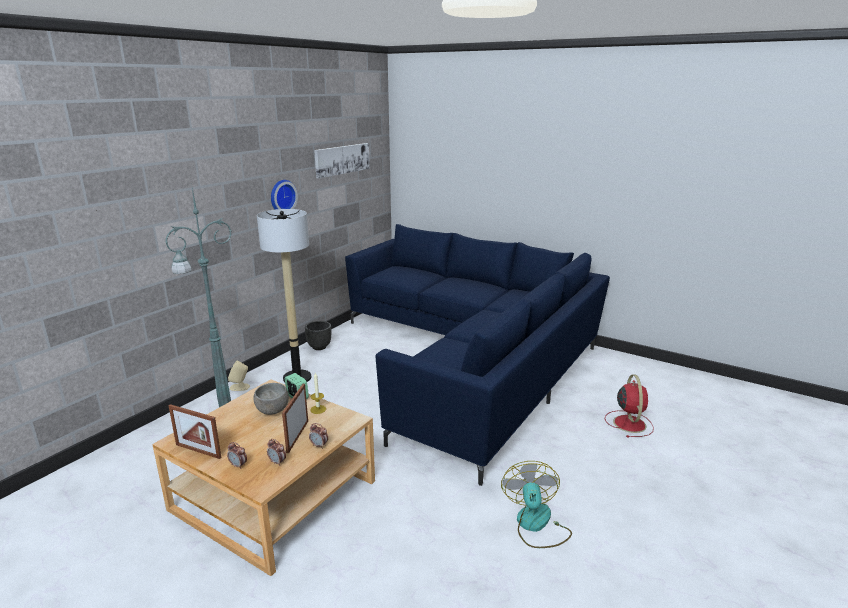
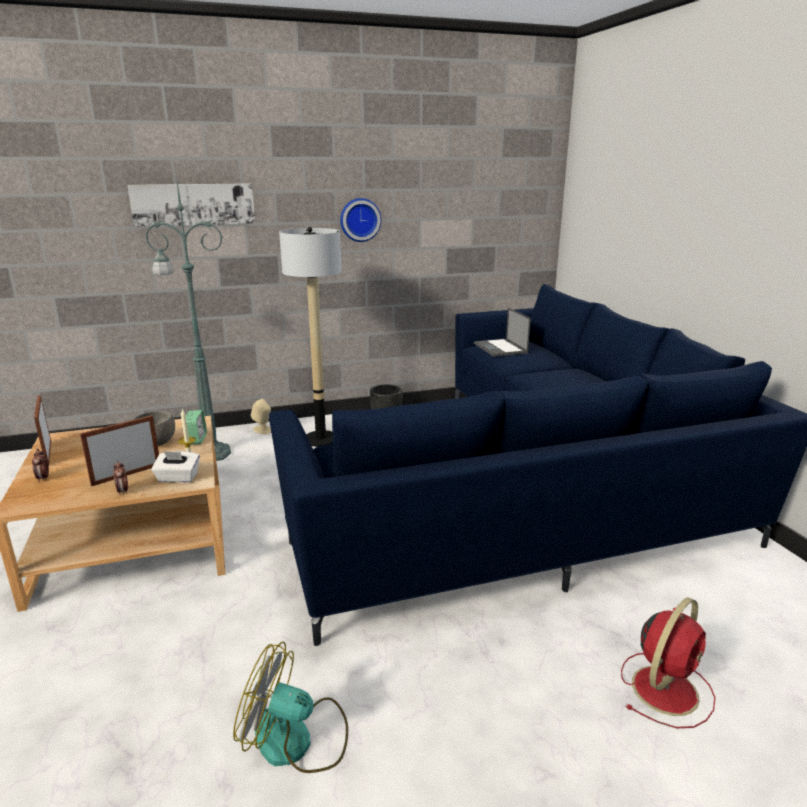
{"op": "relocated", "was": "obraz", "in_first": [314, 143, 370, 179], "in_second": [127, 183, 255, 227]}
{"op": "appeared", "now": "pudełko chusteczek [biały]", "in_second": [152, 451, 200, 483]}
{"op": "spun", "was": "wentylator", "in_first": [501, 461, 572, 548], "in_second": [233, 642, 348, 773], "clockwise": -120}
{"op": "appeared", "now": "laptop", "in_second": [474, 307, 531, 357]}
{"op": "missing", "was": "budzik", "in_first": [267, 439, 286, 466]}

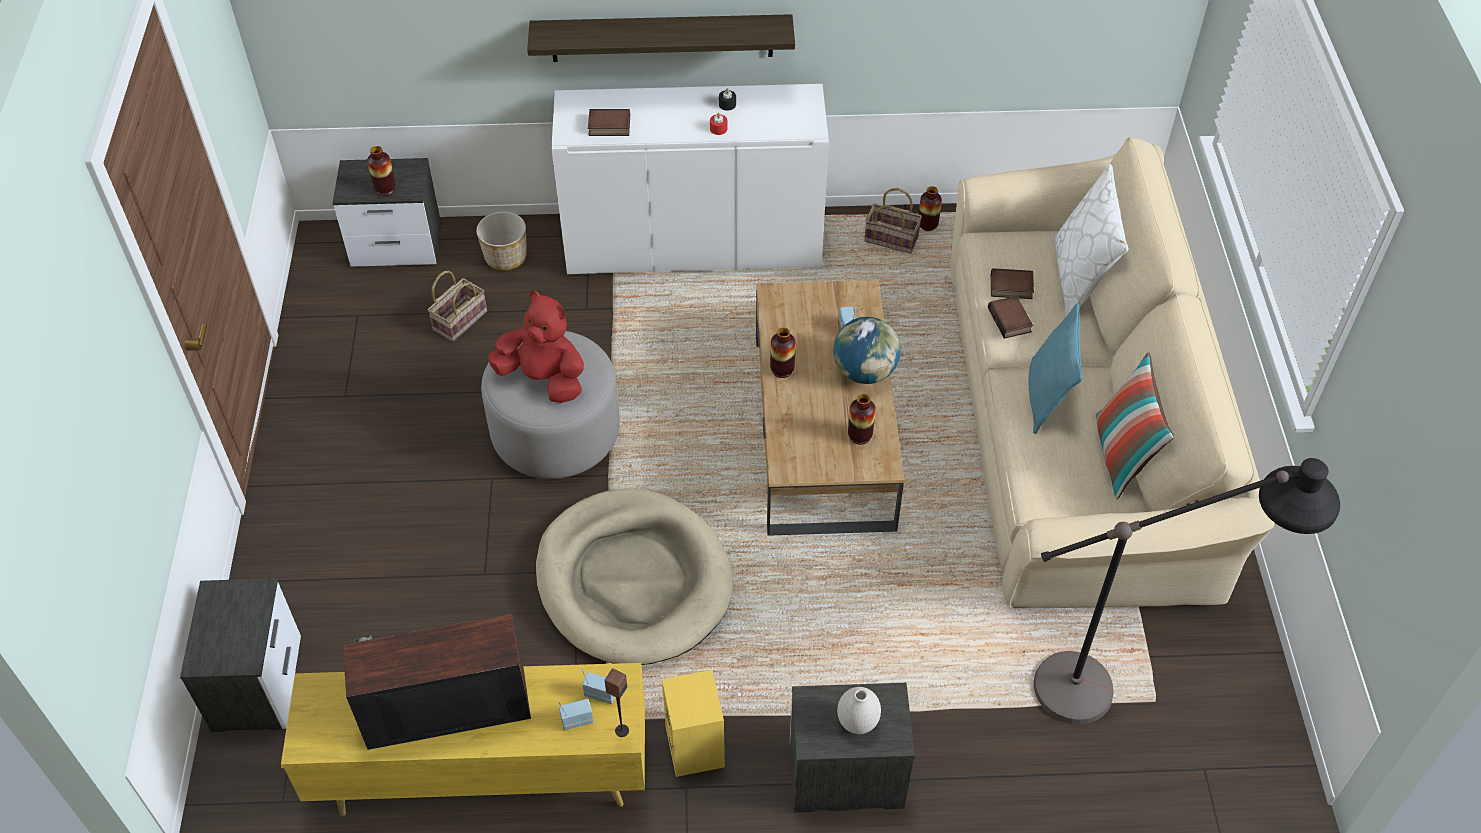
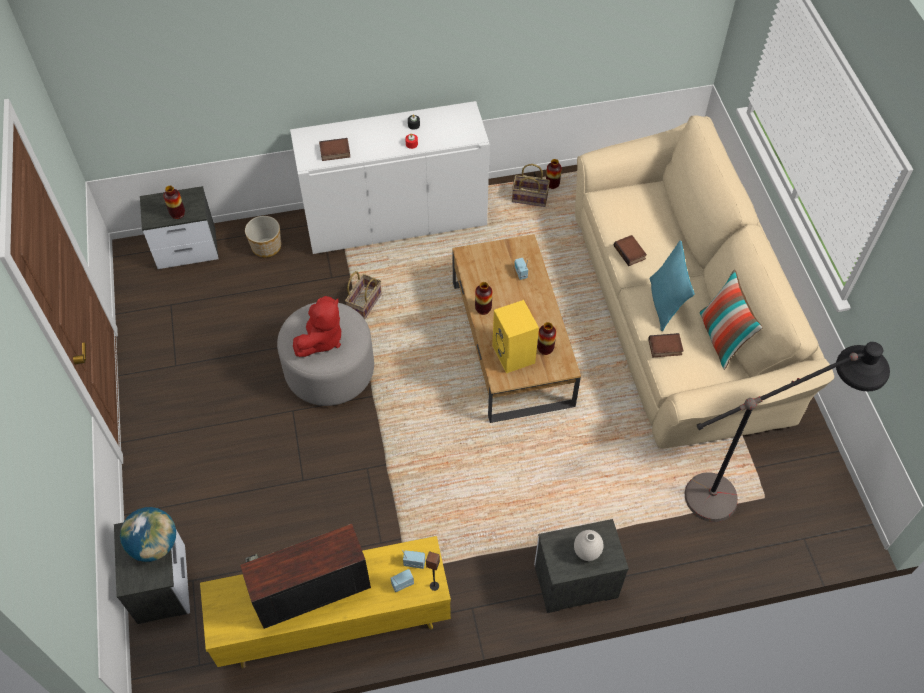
{"op": "relocated", "was": "globus", "in_first": [833, 317, 901, 384], "in_second": [120, 507, 176, 562]}
{"op": "spun", "was": "pluszak [czerwony]", "in_first": [487, 291, 584, 403], "in_second": [293, 296, 341, 357], "clockwise": 105}
{"op": "relocated", "was": "koszyk", "in_first": [427, 271, 487, 342], "in_second": [345, 271, 382, 319]}
{"op": "relocated", "was": "głośnik [żółty]", "in_first": [662, 670, 725, 777], "in_second": [492, 300, 539, 373]}
{"op": "relocated", "was": "książka", "in_first": [991, 268, 1034, 299], "in_second": [648, 333, 684, 357]}
{"op": "missing", "was": "półka", "in_first": [527, 14, 795, 62]}
{"op": "missing", "was": "legowisko [beżowy]", "in_first": [536, 488, 733, 665]}
{"op": "missing", "was": "poduszka [biały]", "in_first": [1053, 164, 1128, 316]}

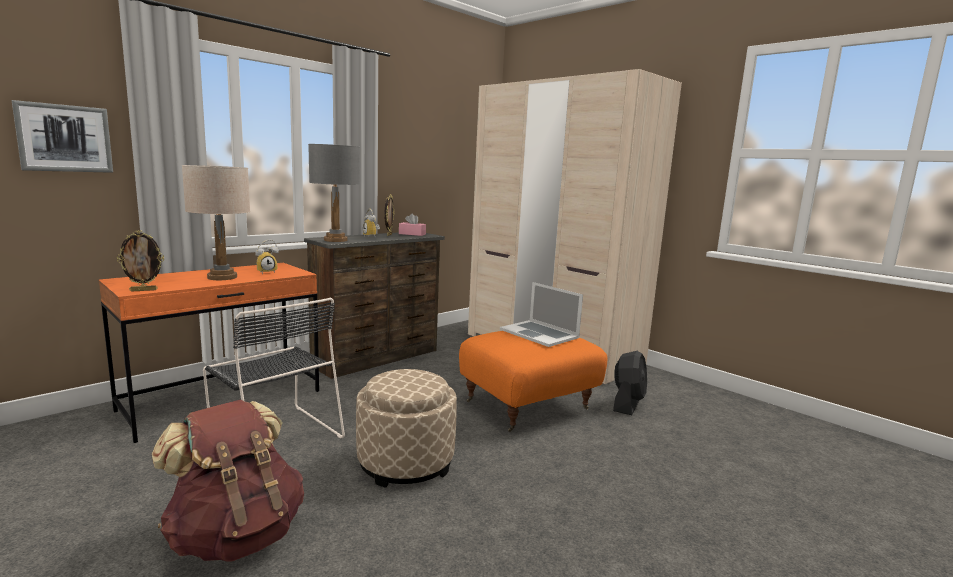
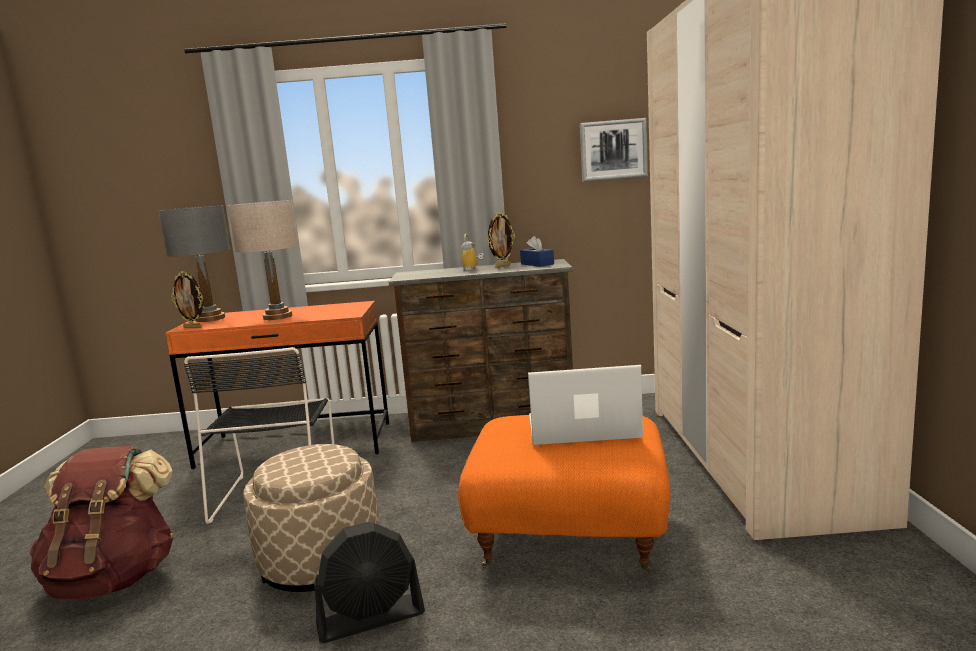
{"op": "relocated", "was": "lampa stołowa [szary]", "in_first": [308, 144, 360, 242], "in_second": [158, 205, 230, 322]}
{"op": "relocated", "was": "wentylator [czarny]", "in_first": [613, 351, 647, 415], "in_second": [314, 522, 425, 643]}
{"op": "colour", "was": "pudełko chusteczek [różowy]", "now": "pudełko chusteczek [niebieski]", "in_first": [399, 213, 426, 236], "in_second": [520, 236, 554, 267]}
{"op": "spun", "was": "laptop", "in_first": [500, 282, 583, 347], "in_second": [528, 365, 643, 445], "clockwise": 90}
{"op": "relocated", "was": "obraz", "in_first": [12, 100, 113, 173], "in_second": [580, 118, 648, 182]}
{"op": "missing", "was": "budzik", "in_first": [255, 239, 279, 274]}

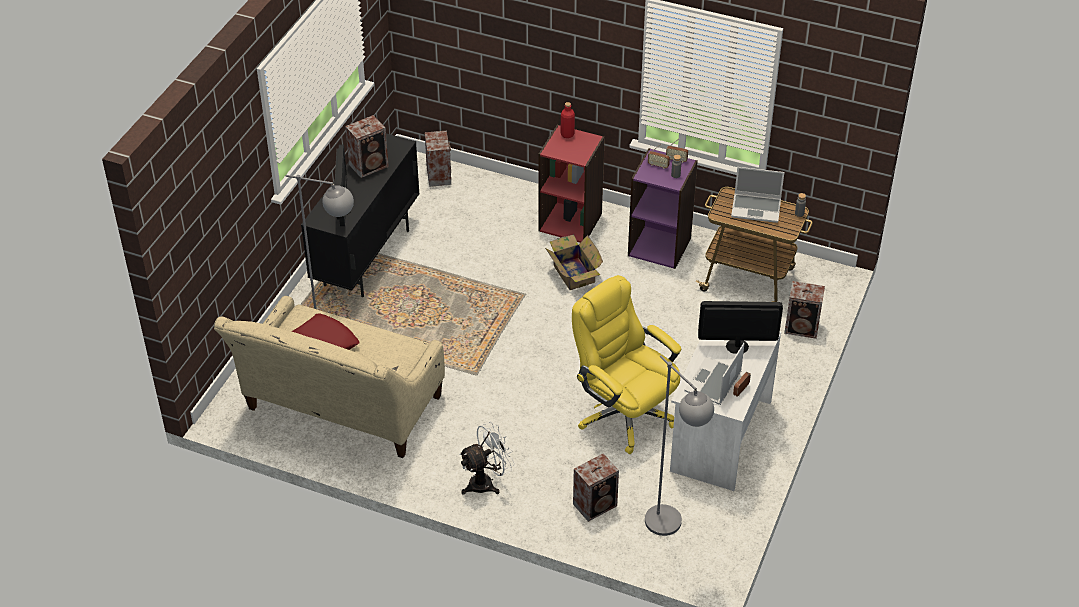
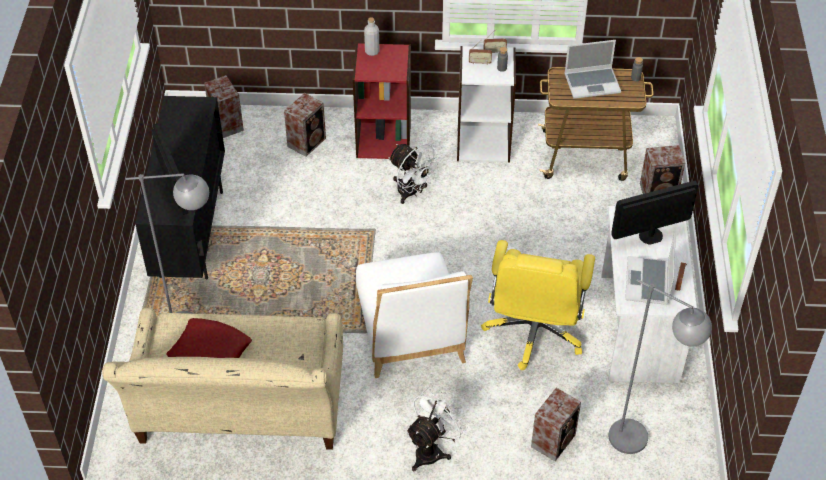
{"op": "relocated", "was": "głośnik", "in_first": [345, 115, 389, 178], "in_second": [284, 93, 326, 157]}
{"op": "appeared", "now": "krzesło [biały]", "in_second": [356, 253, 473, 378]}
{"op": "colour", "was": "butelka [czerwony]", "now": "butelka [szary]", "in_first": [561, 102, 575, 138], "in_second": [364, 17, 380, 56]}
{"op": "exchanged", "was": "karton", "now": "wentylator [biały]", "in_first": [545, 234, 603, 290], "in_second": [388, 144, 442, 204]}
{"op": "colour", "was": "regał [fioletowy]", "now": "regał [biały]", "in_first": [628, 148, 698, 269], "in_second": [457, 46, 516, 163]}
{"op": "spun", "was": "krzesło biurowe [żółty]", "in_first": [572, 275, 681, 454], "in_second": [481, 240, 595, 370], "clockwise": -105}

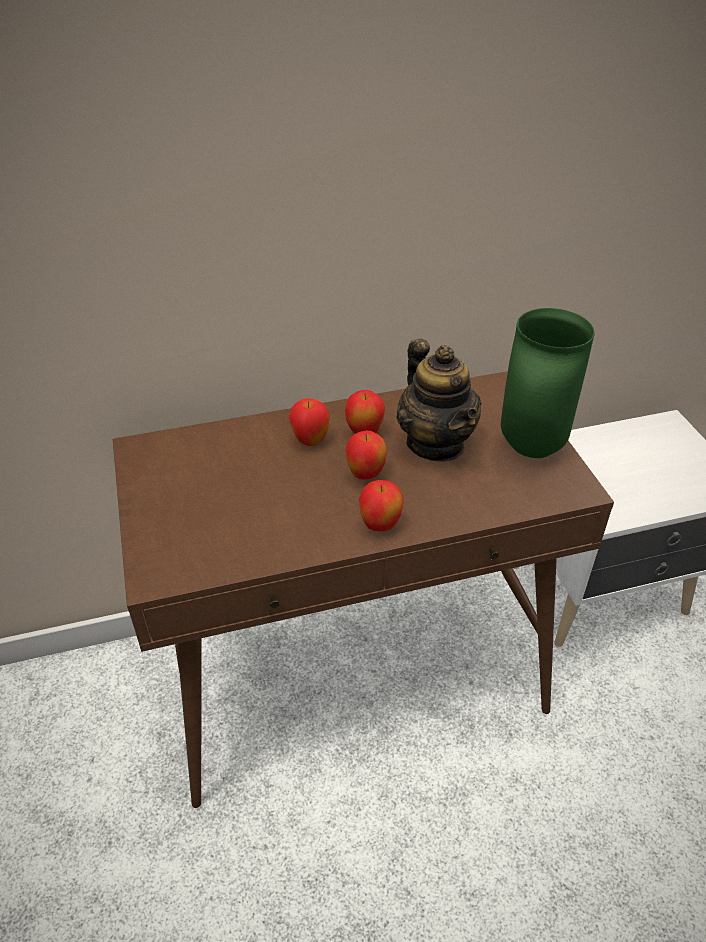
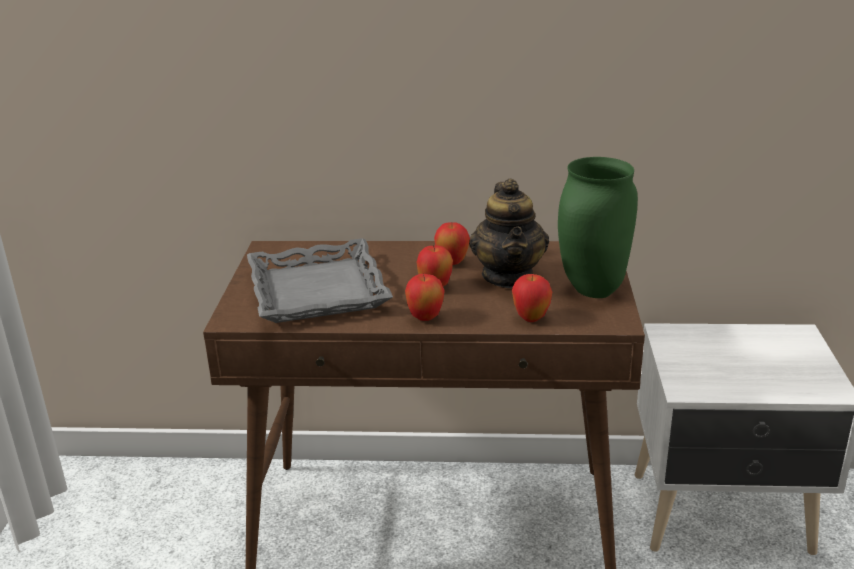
{"op": "appeared", "now": "taca [szary]", "in_second": [247, 238, 393, 323]}
{"op": "relocated", "was": "jabłko", "in_first": [289, 398, 330, 446], "in_second": [512, 274, 552, 322]}

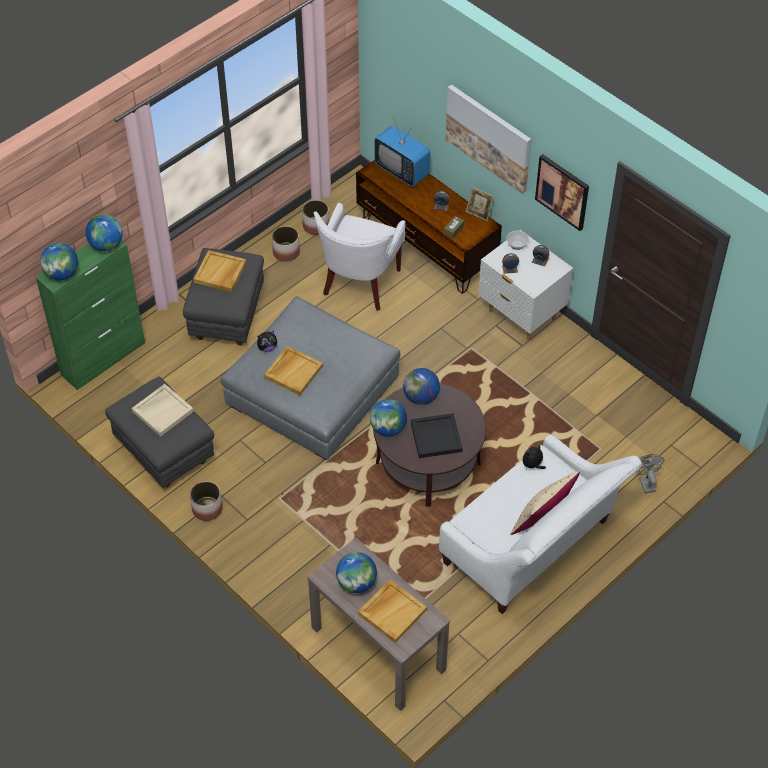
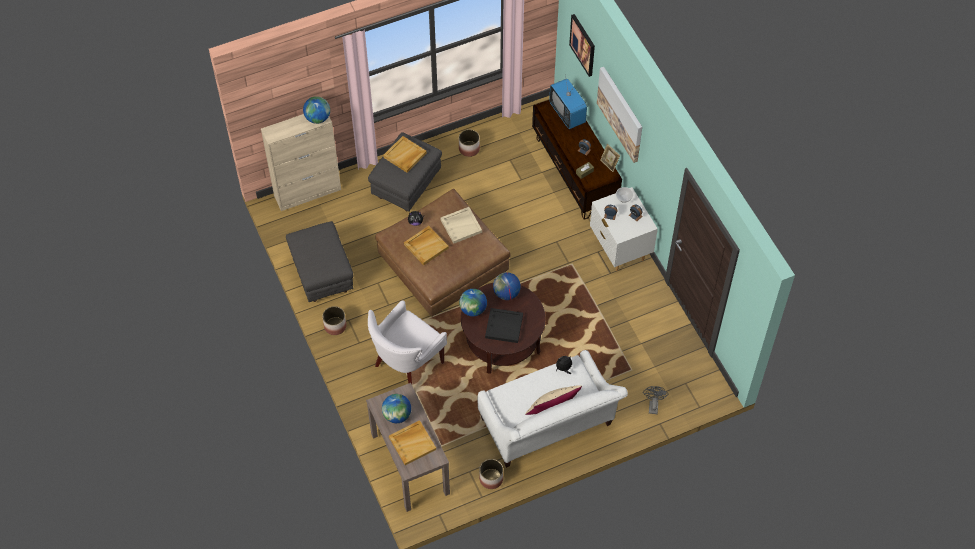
{"op": "colour", "was": "szafka [zielony]", "now": "szafka [beżowy]", "in_first": [36, 240, 145, 390], "in_second": [261, 114, 341, 211]}
{"op": "relocated", "was": "fotel [biały]", "in_first": [314, 203, 406, 311], "in_second": [368, 300, 447, 384]}
{"op": "colour", "was": "pufa [szary]", "now": "pufa [brązowy]", "in_first": [221, 296, 400, 460], "in_second": [375, 189, 511, 317]}
{"op": "relocated", "was": "taca [beżowy]", "in_first": [132, 384, 194, 437], "in_second": [440, 207, 482, 244]}
{"op": "relocated", "was": "donica", "in_first": [302, 200, 329, 235], "in_second": [479, 459, 503, 489]}
{"op": "relocated", "was": "obraz", "in_first": [535, 154, 589, 231], "in_second": [569, 14, 595, 77]}
{"op": "missing", "was": "globus", "in_first": [40, 243, 78, 280]}

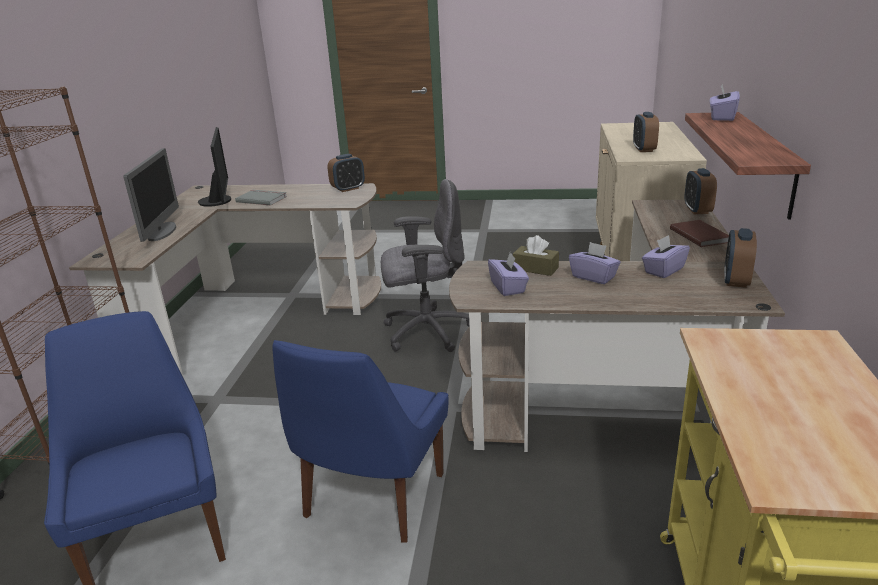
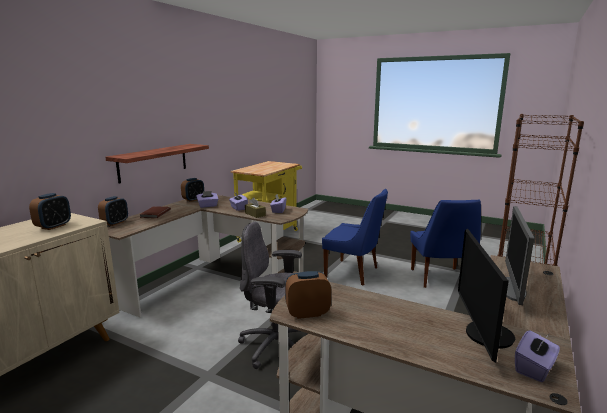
{"op": "spun", "was": "krzesło [niebieski]", "in_first": [272, 340, 449, 543], "in_second": [322, 189, 388, 285], "clockwise": 75}
{"op": "relocated", "was": "pudełko chusteczek [fioletowy]", "in_first": [710, 84, 740, 121], "in_second": [515, 330, 560, 382]}
{"op": "missing", "was": "książka [szary]", "in_first": [235, 190, 287, 206]}

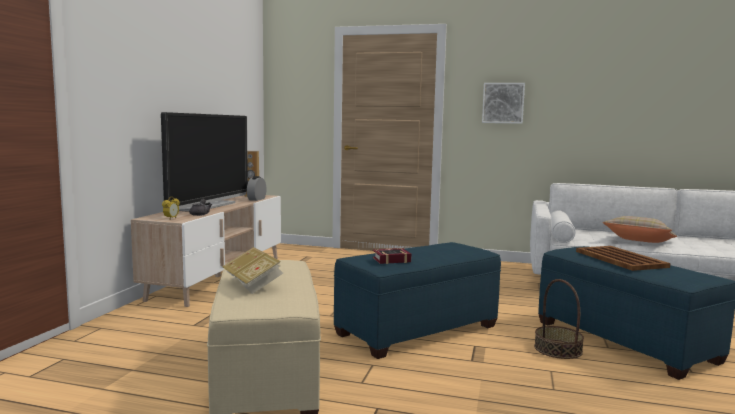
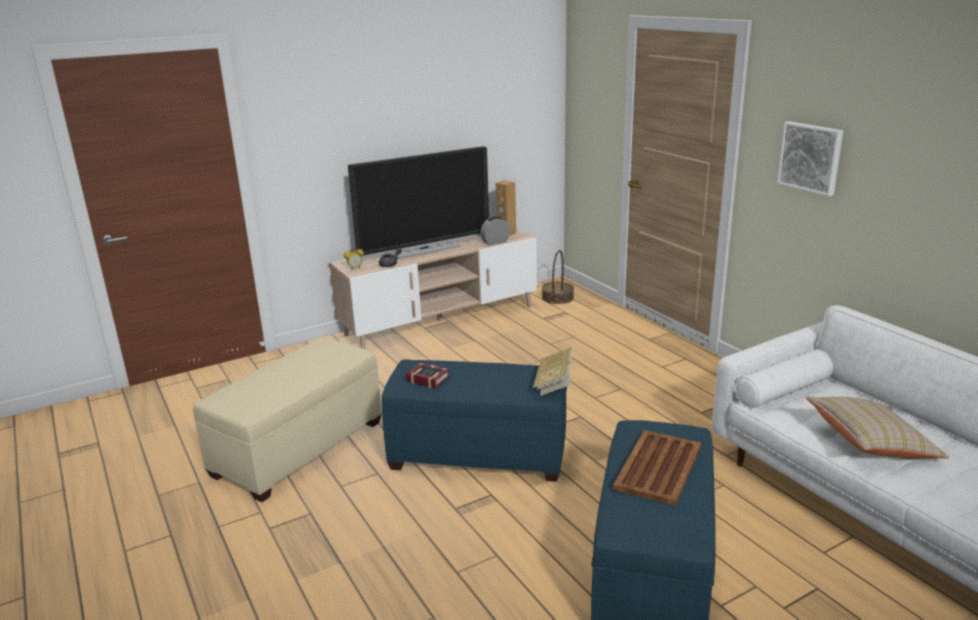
{"op": "relocated", "was": "książka", "in_first": [223, 247, 283, 294], "in_second": [533, 347, 576, 396]}
{"op": "relocated", "was": "koszyk", "in_first": [534, 279, 584, 359], "in_second": [542, 250, 574, 304]}

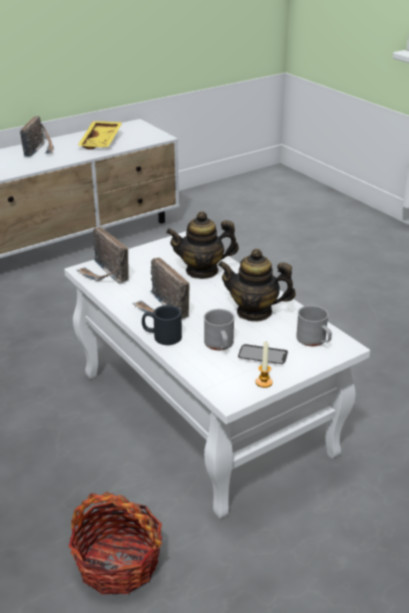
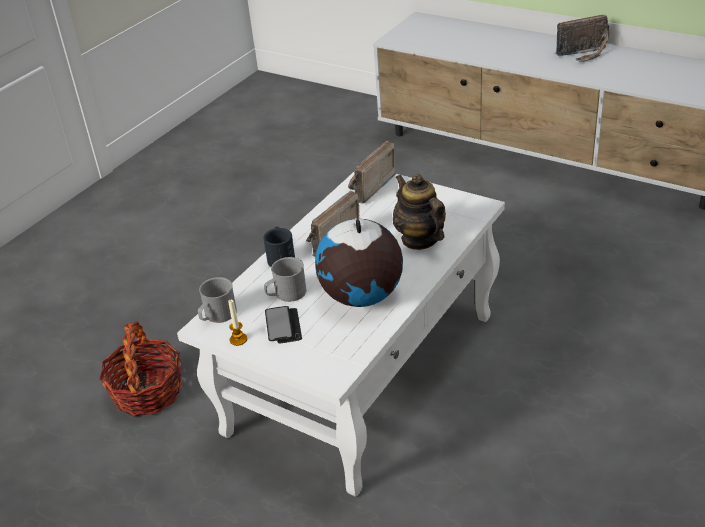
{"op": "relocated", "was": "kubek [szary]", "in_first": [296, 305, 332, 346], "in_second": [198, 277, 237, 323]}
{"op": "exchanged", "was": "imbryk", "now": "globus", "in_first": [218, 249, 296, 322], "in_second": [315, 217, 403, 307]}
{"op": "missing", "was": "taca [żółty]", "in_first": [77, 121, 122, 150]}

